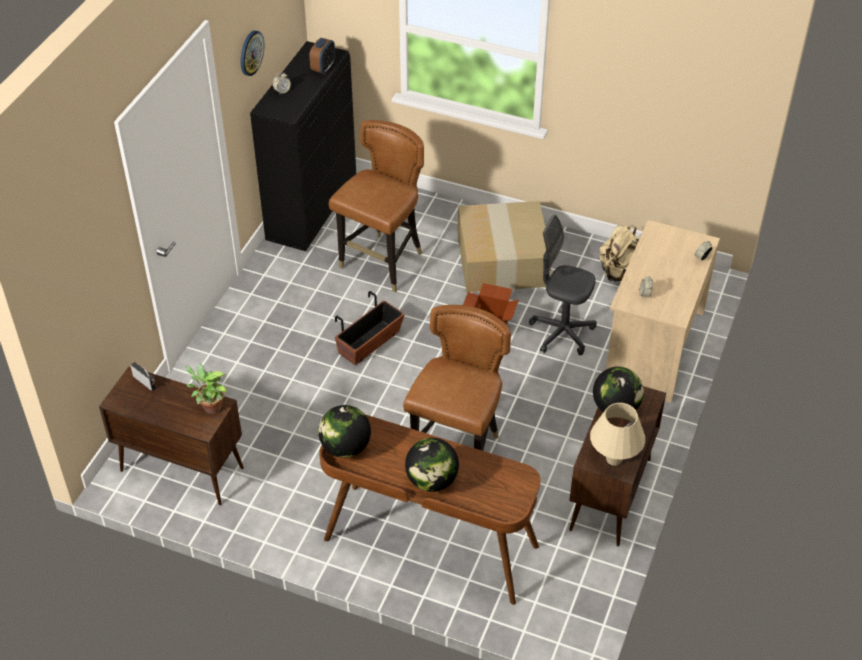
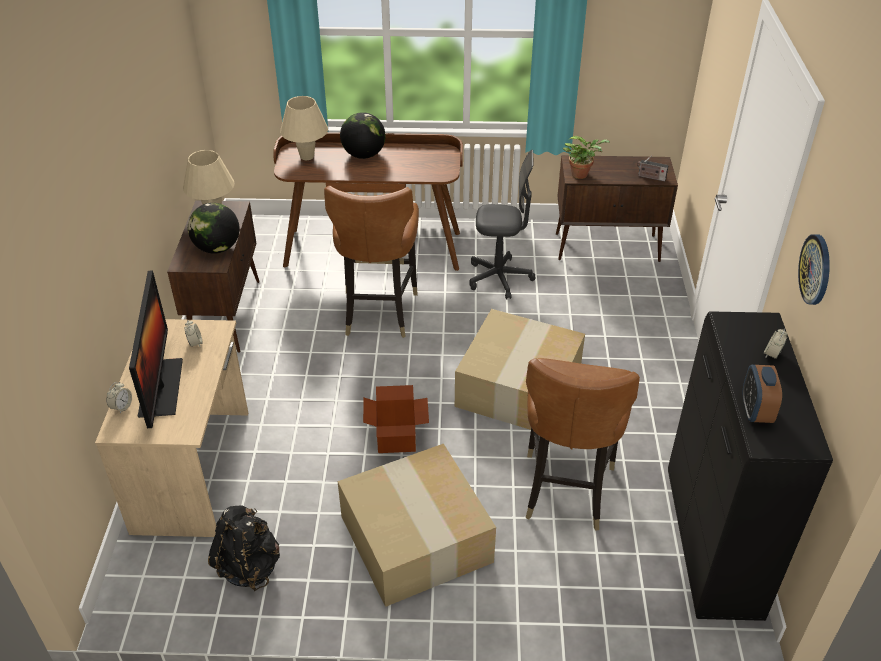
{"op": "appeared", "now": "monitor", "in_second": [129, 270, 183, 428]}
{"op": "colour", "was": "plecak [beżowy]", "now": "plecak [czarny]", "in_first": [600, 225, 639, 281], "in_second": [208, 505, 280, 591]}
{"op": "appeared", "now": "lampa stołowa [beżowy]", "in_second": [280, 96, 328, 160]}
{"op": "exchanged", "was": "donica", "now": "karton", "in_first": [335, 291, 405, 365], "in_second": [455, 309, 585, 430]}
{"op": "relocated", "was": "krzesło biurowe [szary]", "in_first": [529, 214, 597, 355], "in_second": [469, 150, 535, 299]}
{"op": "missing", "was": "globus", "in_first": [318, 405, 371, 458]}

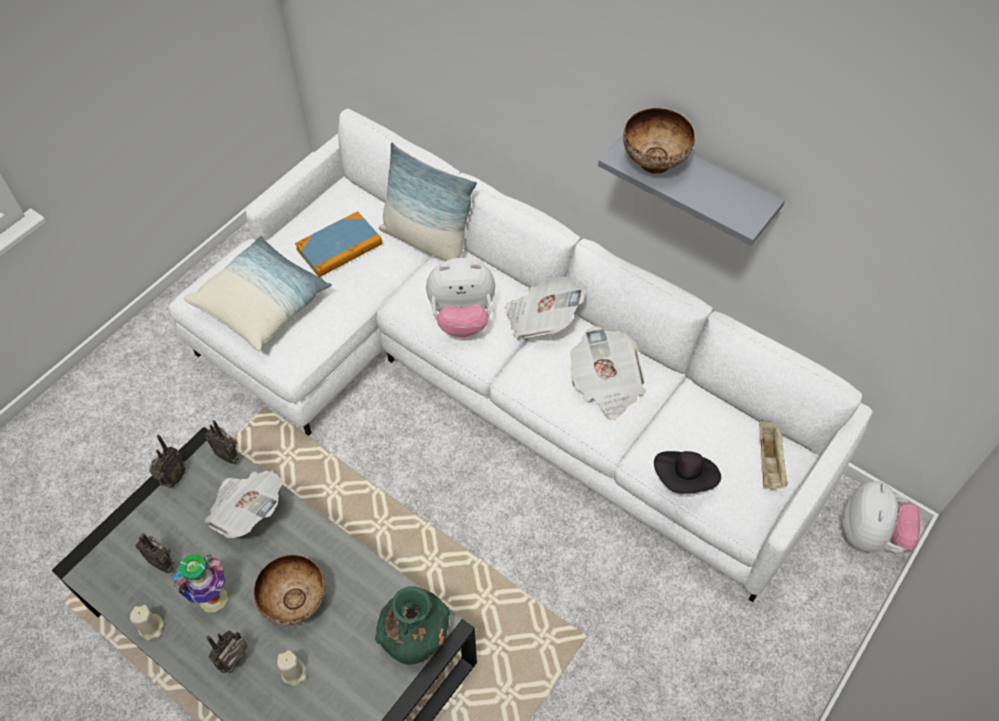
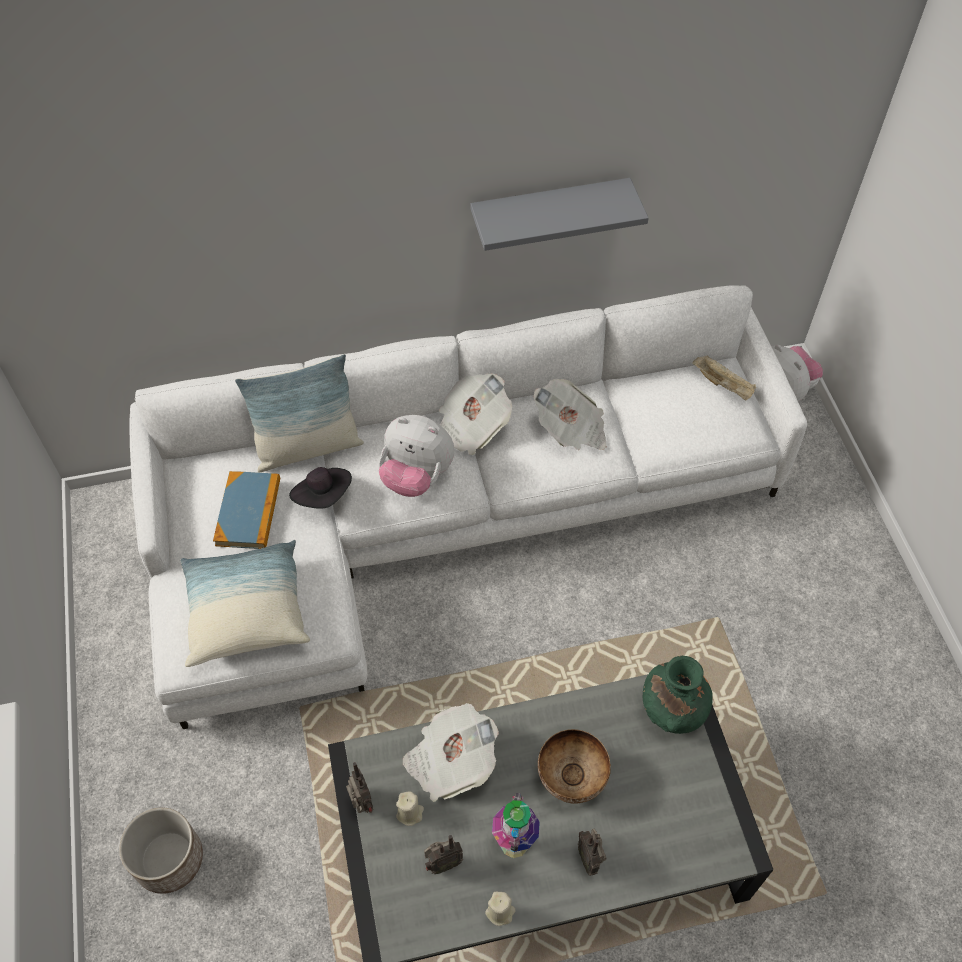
{"op": "appeared", "now": "donica", "in_second": [119, 808, 203, 894]}
{"op": "relocated", "was": "kapelusz [czarny]", "in_first": [654, 451, 721, 494], "in_second": [289, 467, 352, 509]}
{"op": "spun", "was": "pluszak", "in_first": [426, 258, 495, 337], "in_second": [379, 415, 454, 497], "clockwise": 75}
{"op": "relocated", "was": "świeca [beżowy]", "in_first": [277, 650, 307, 686], "in_second": [396, 791, 424, 826]}
{"op": "missing", "was": "radio", "in_first": [205, 420, 239, 464]}
{"op": "missing", "was": "miska", "in_first": [623, 108, 695, 174]}

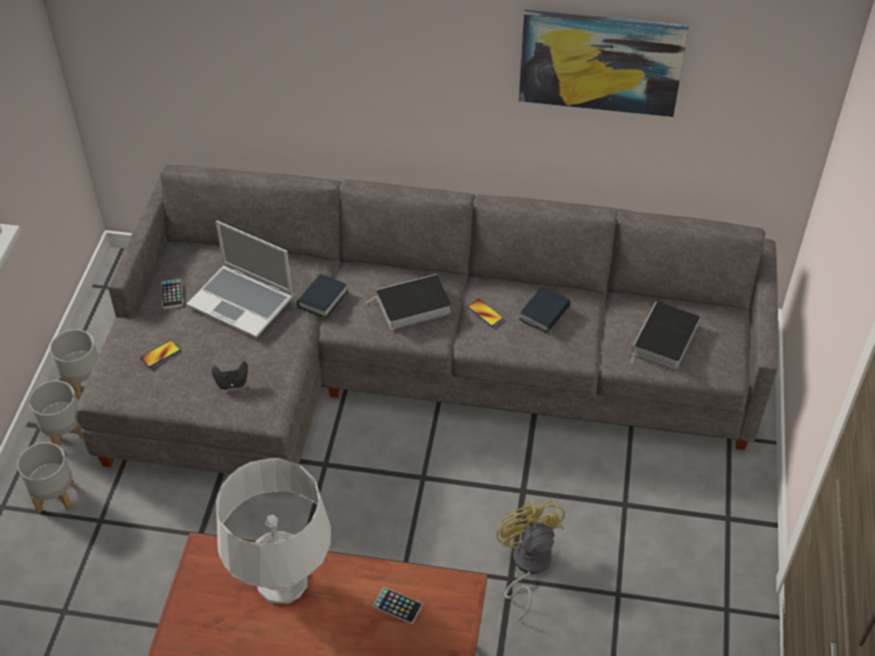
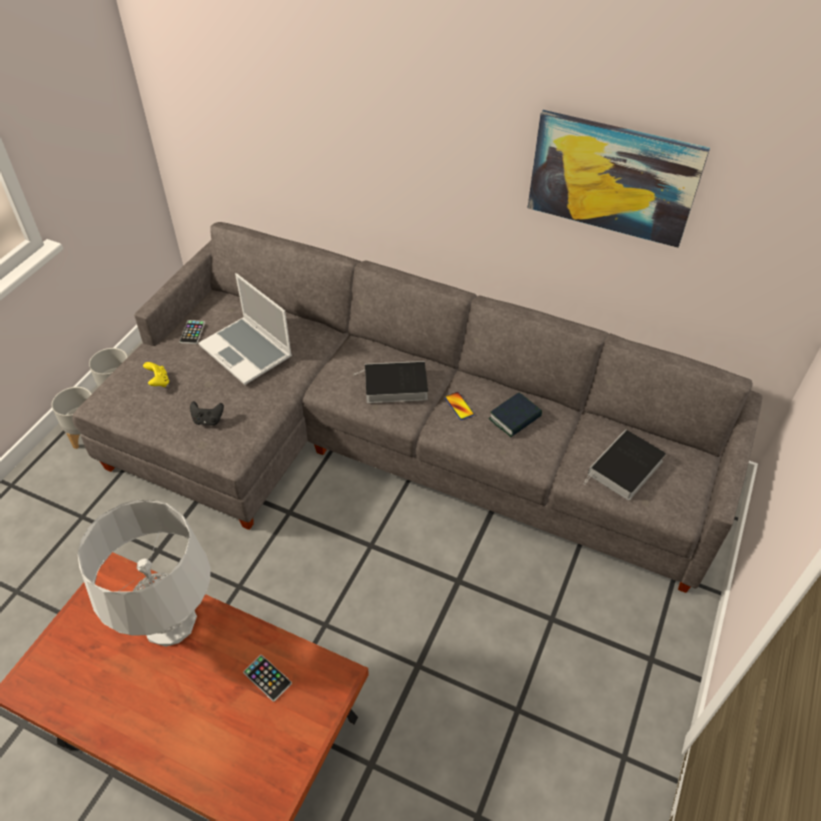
{"op": "exchanged", "was": "telefon", "now": "pad do gier [żółty]", "in_first": [140, 340, 180, 368], "in_second": [143, 362, 169, 387]}
{"op": "missing", "was": "donica [szary]", "in_first": [17, 442, 74, 513]}
{"op": "missing", "was": "książka", "in_first": [297, 274, 348, 318]}
{"op": "missing", "was": "wentylator [żółty]", "in_first": [496, 499, 565, 620]}

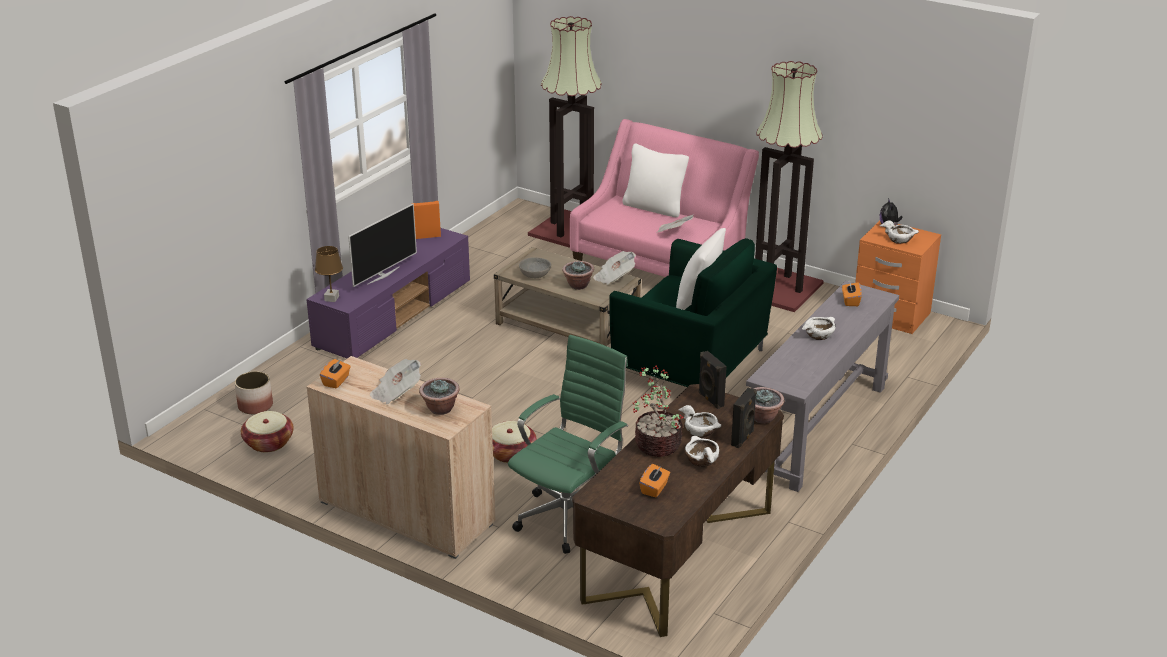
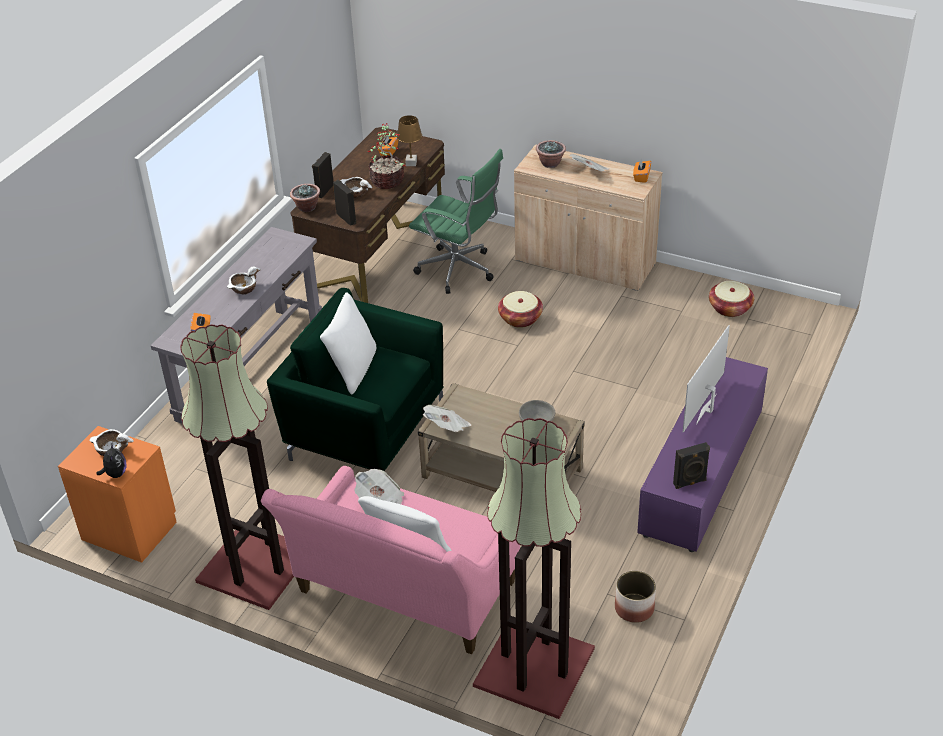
{"op": "relocated", "was": "lampa stołowa [brązowy]", "in_first": [315, 246, 343, 302], "in_second": [397, 115, 422, 166]}
{"op": "spun", "was": "krzesło biurowe [zielony]", "in_first": [508, 335, 628, 554], "in_second": [409, 149, 503, 294], "clockwise": -90}
{"op": "relocated", "was": "donica", "in_first": [235, 371, 273, 414], "in_second": [615, 571, 656, 623]}
{"op": "colour", "was": "głośnik [pomarańczowy]", "now": "głośnik [czarny]", "in_first": [412, 201, 441, 239], "in_second": [673, 442, 710, 489]}
{"op": "missing", "was": "roślina doniczkowa", "in_first": [562, 260, 594, 290]}
{"op": "missing", "was": "miska [biały]", "in_first": [685, 436, 719, 467]}

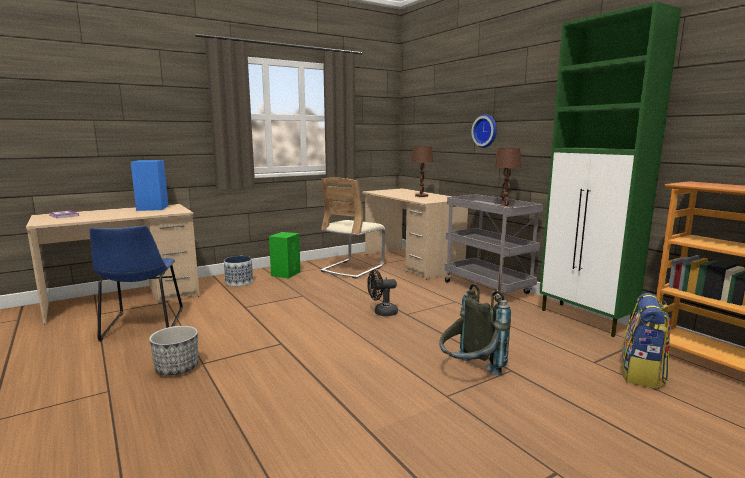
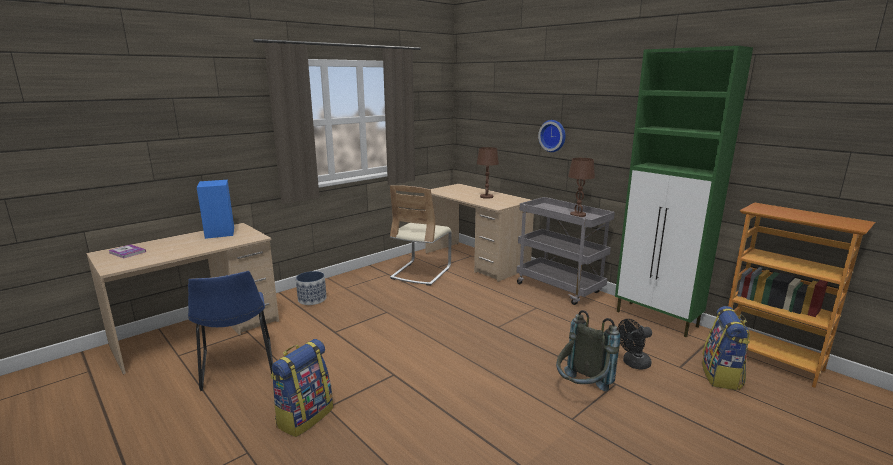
{"op": "exchanged", "was": "donica", "now": "plecak", "in_first": [149, 326, 198, 376], "in_second": [270, 339, 333, 437]}
{"op": "relocated", "was": "wentylator [czarny]", "in_first": [367, 270, 398, 316], "in_second": [617, 319, 652, 370]}
{"op": "missing", "was": "głośnik [zielony]", "in_first": [269, 232, 301, 279]}

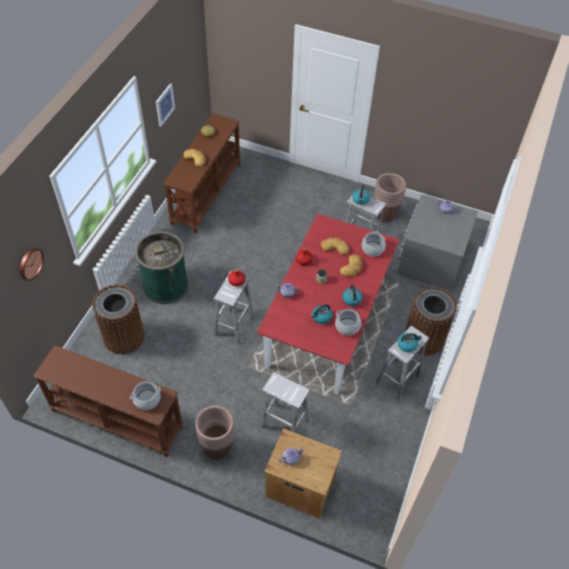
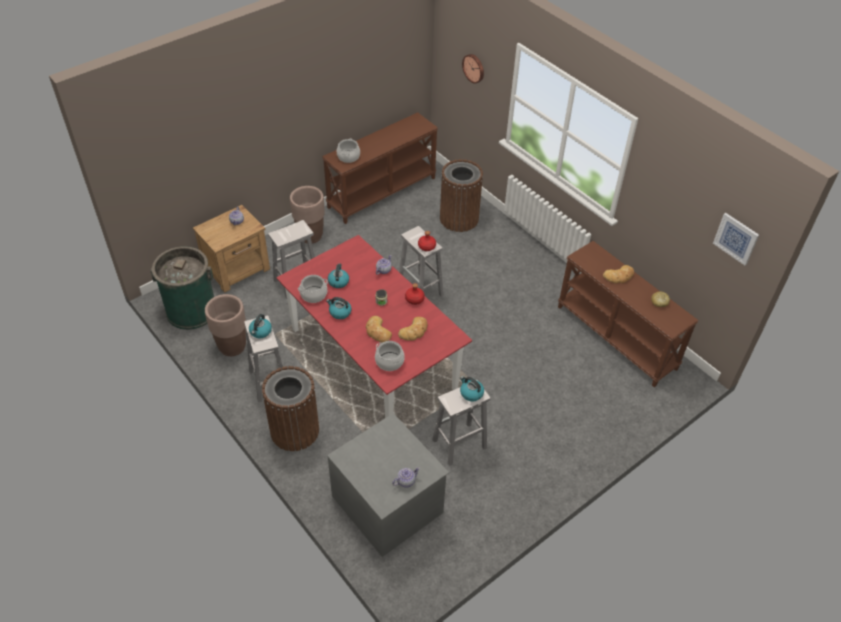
{"op": "relocated", "was": "kosz na śmieci [zielony]", "in_first": [135, 231, 188, 304], "in_second": [150, 246, 214, 330]}
{"op": "relocated", "was": "donica [brązowy]", "in_first": [374, 173, 406, 223], "in_second": [205, 294, 246, 356]}
{"op": "relocated", "was": "obraz", "in_first": [156, 83, 175, 127], "in_second": [713, 213, 759, 265]}

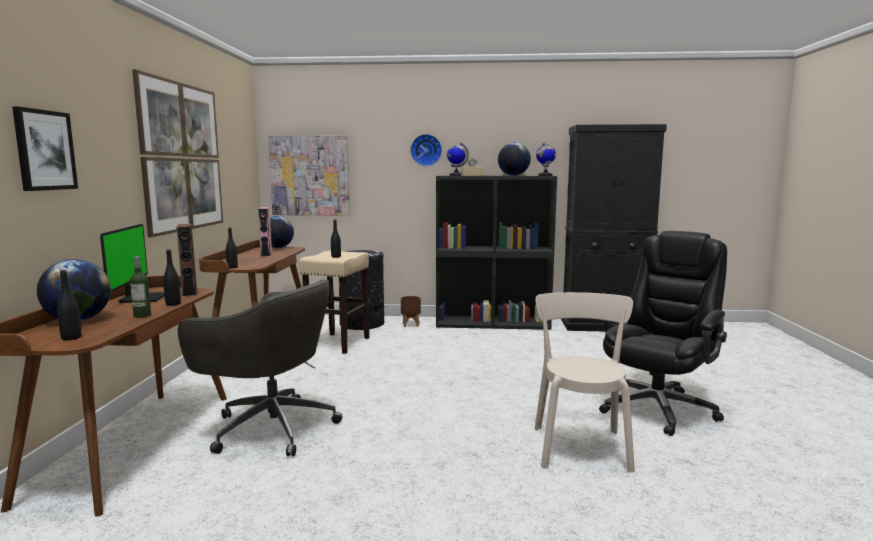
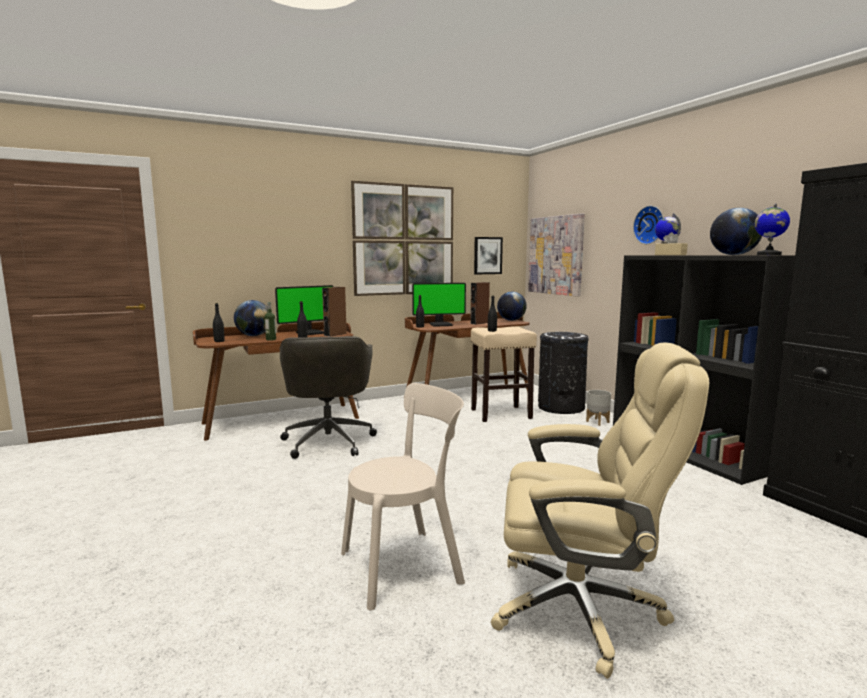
{"op": "appeared", "now": "monitor", "in_second": [412, 283, 466, 327]}
{"op": "colour", "was": "głośnik [różowy]", "now": "głośnik [brązowy]", "in_first": [258, 207, 272, 257], "in_second": [470, 282, 490, 325]}
{"op": "relocated", "was": "obraz", "in_first": [12, 106, 78, 191], "in_second": [474, 237, 503, 274]}
{"op": "colour", "was": "krzesło biurowe [czarny]", "now": "krzesło biurowe [beżowy]", "in_first": [599, 231, 727, 436], "in_second": [491, 342, 709, 679]}
{"op": "colour", "was": "donica [brązowy]", "now": "donica [szary]", "in_first": [401, 296, 421, 327], "in_second": [586, 390, 611, 426]}

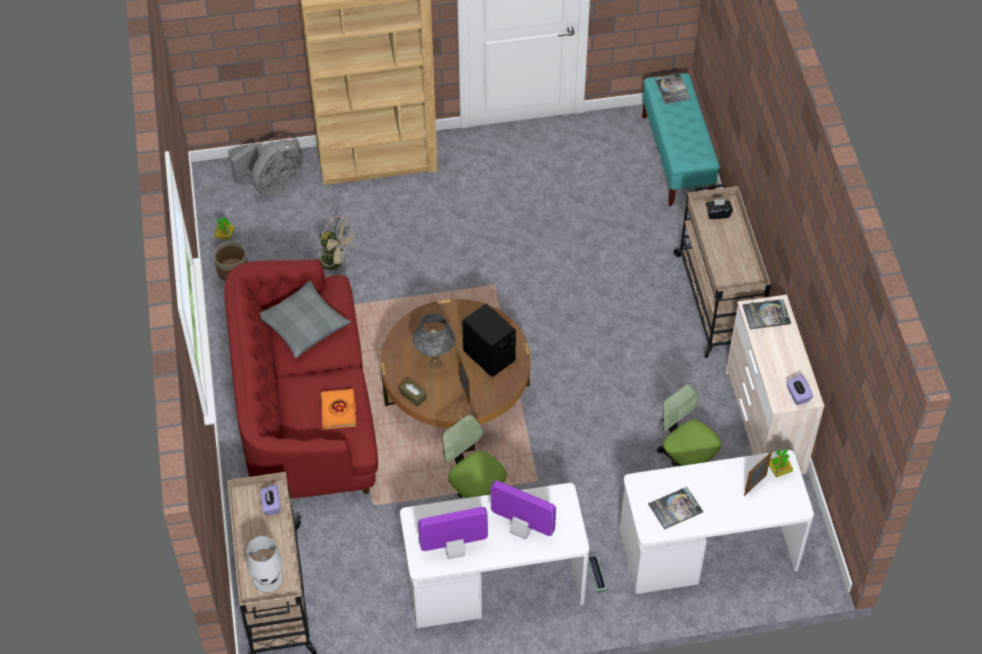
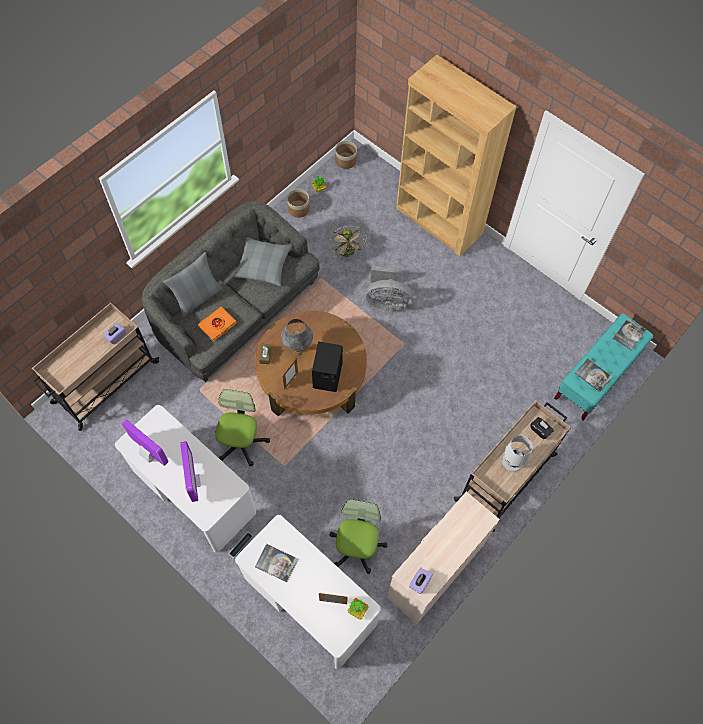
{"op": "colour", "was": "kanapa [czerwony]", "now": "kanapa [szary]", "in_first": [224, 259, 378, 499], "in_second": [142, 201, 320, 382]}
{"op": "appeared", "now": "poduszka [szary]", "in_second": [163, 252, 222, 318]}
{"op": "appeared", "now": "donica", "in_second": [335, 141, 357, 169]}
{"op": "relocated", "was": "wentylator [szary]", "in_first": [230, 140, 304, 196], "in_second": [366, 266, 413, 311]}
{"op": "relocated", "was": "lampa stołowa [biały]", "in_first": [247, 536, 283, 592], "in_second": [502, 435, 533, 472]}
{"op": "relocated", "was": "książka", "in_first": [743, 299, 791, 329], "in_second": [575, 359, 613, 392]}

